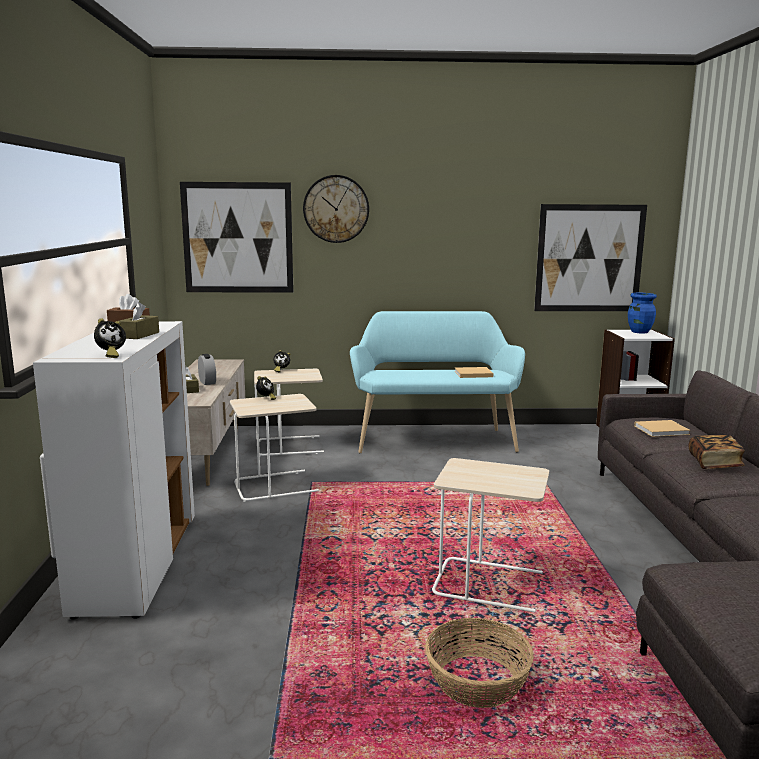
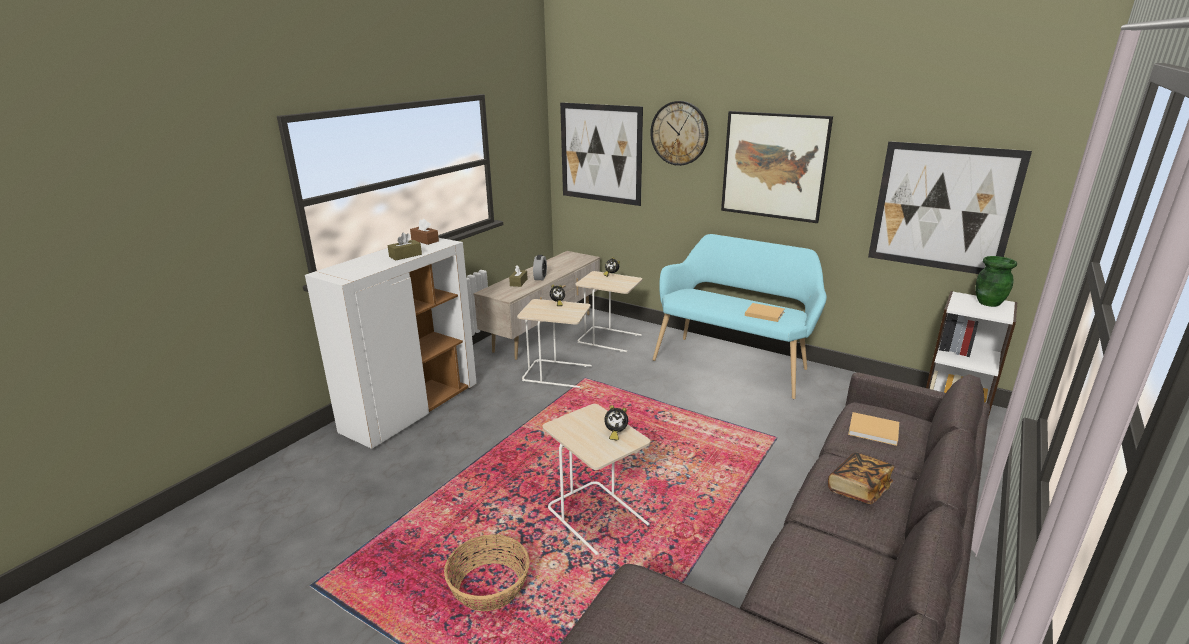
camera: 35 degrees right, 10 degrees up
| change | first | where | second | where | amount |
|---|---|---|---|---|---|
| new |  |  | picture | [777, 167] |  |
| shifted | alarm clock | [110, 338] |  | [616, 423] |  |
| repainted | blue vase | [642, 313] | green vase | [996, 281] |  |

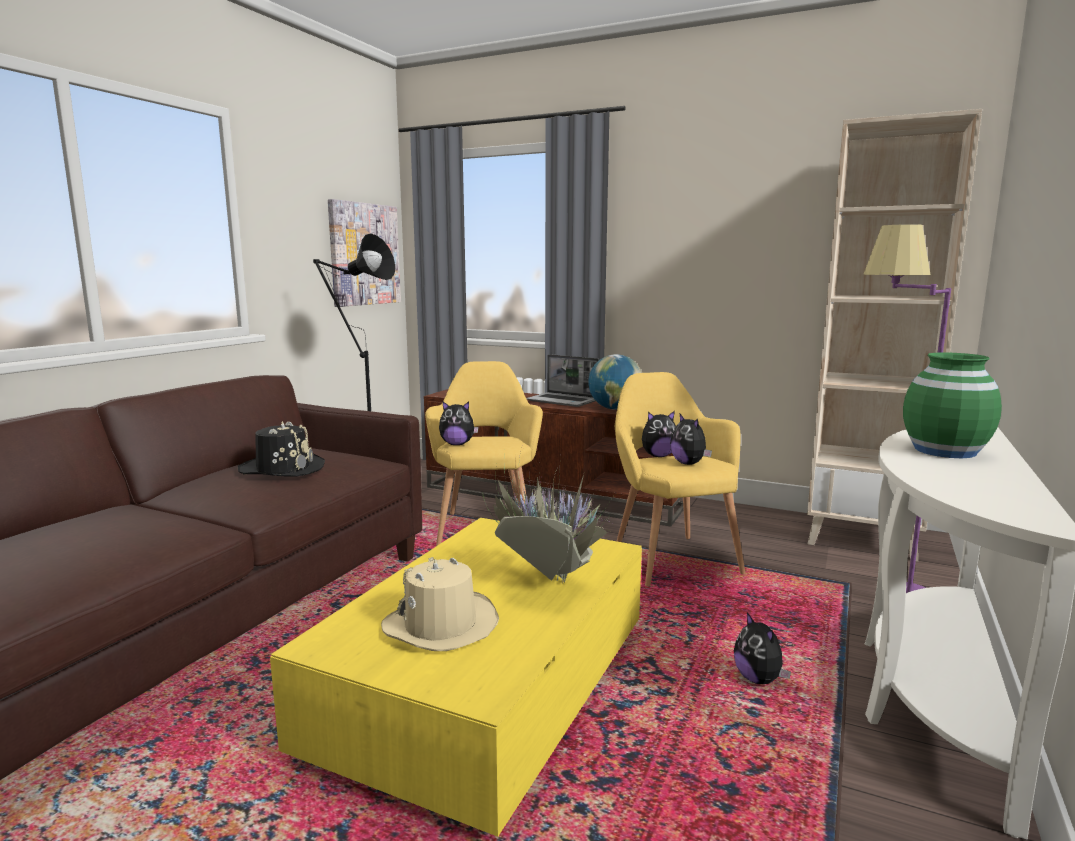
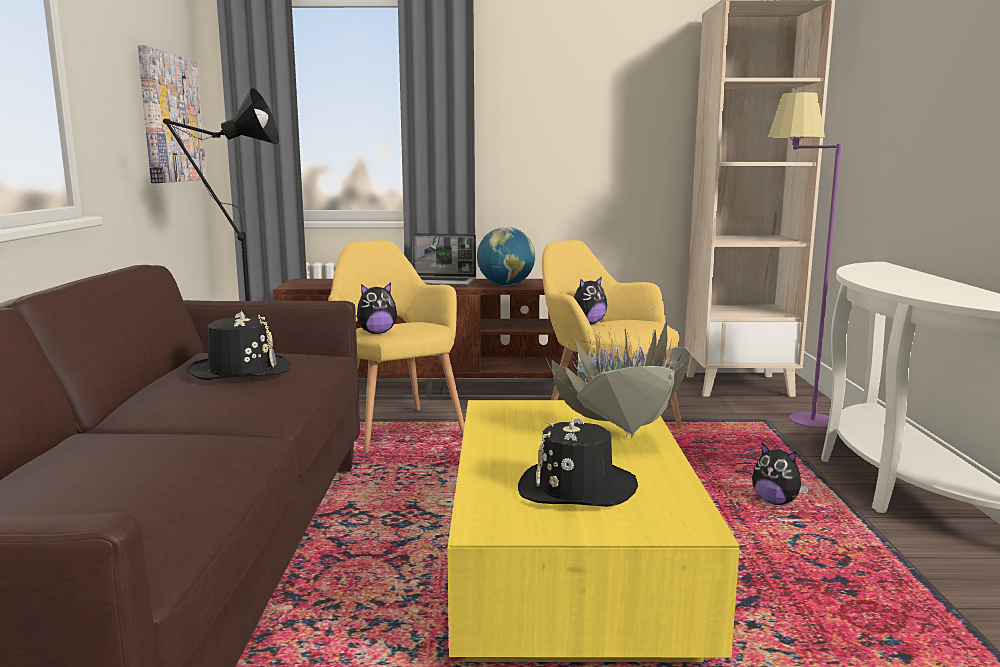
camera: 25 degrees left, 0 degrees up
| change | first | where | second | where | amount |
|---|---|---|---|---|---|
| gone | plush toy | [691, 439] |  |  |  |
| gone | green vase | [952, 405] |  |  |  |
| repainted | beige hat | [440, 604] | black hat | [578, 462] |  |

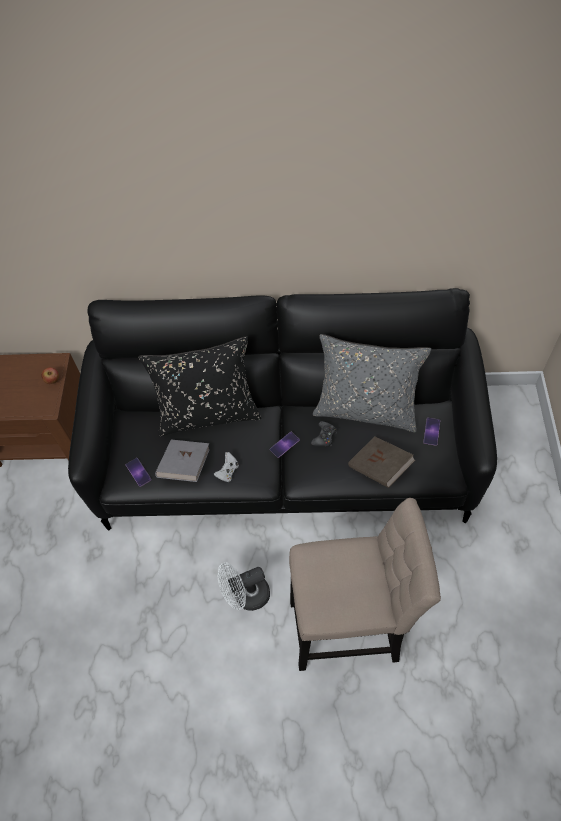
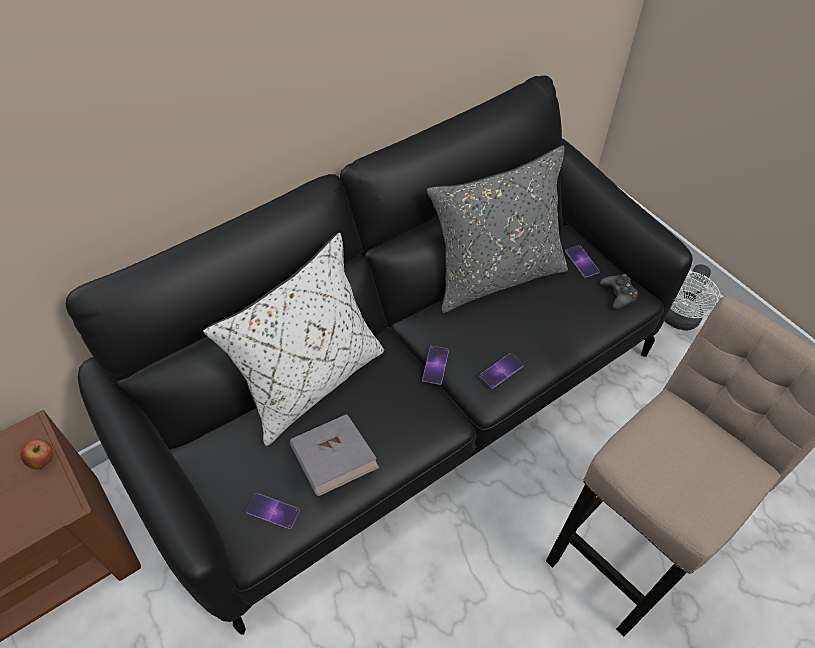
camera: 40 degrees left, 5 degrees down
| change | first | where | second | where | amount |
|---|---|---|---|---|---|
| gone | white game controller | [226, 467] |  |  |  |
| gone | brown book | [381, 462] |  |  |  |
| new |  |  | phone | [502, 371] |  |
| shifted | white fan | [244, 586] |  | [692, 297] |  |
| shifted | black game controller | [324, 434] |  | [619, 291] |  |
| repainted | black pillow | [199, 386] | white pillow | [293, 339] |  |

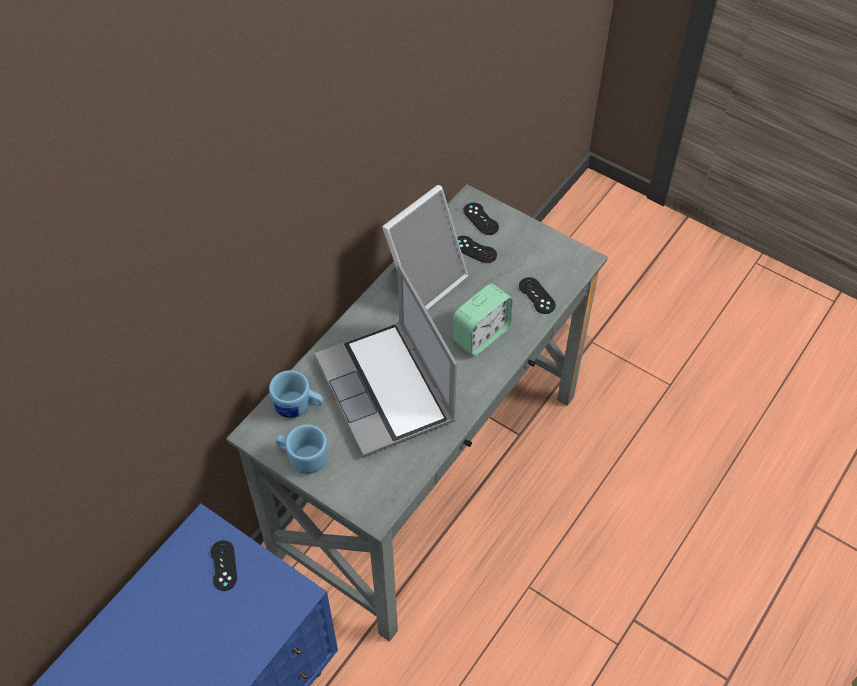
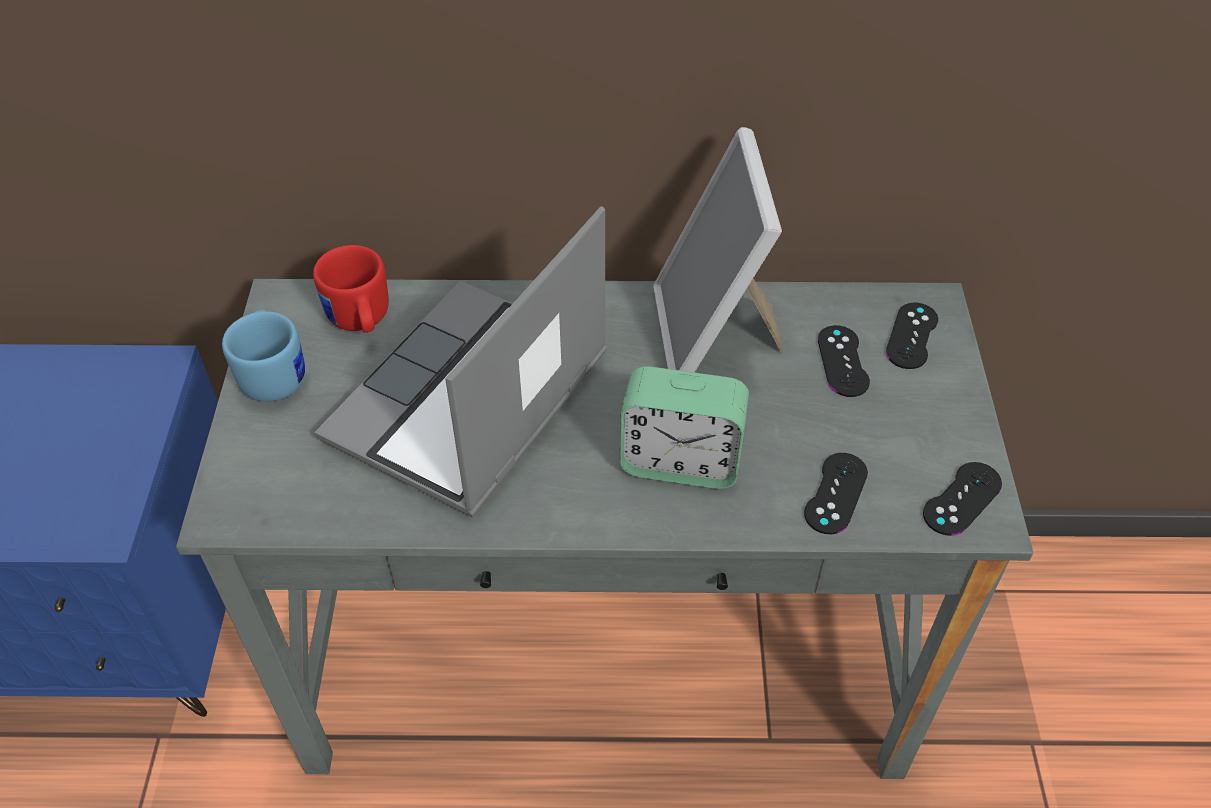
camera: 55 degrees right, 5 degrees down
| change | first | where | second | where | amount |
|---|---|---|---|---|---|
| shifted | black game controller | [223, 565] |  | [962, 499] |  |
| repainted | blue mug | [296, 394] | red mug | [351, 289] |  |
| rotated | picture frame | [425, 247] |  | [718, 249] | 75 degrees clockwise |

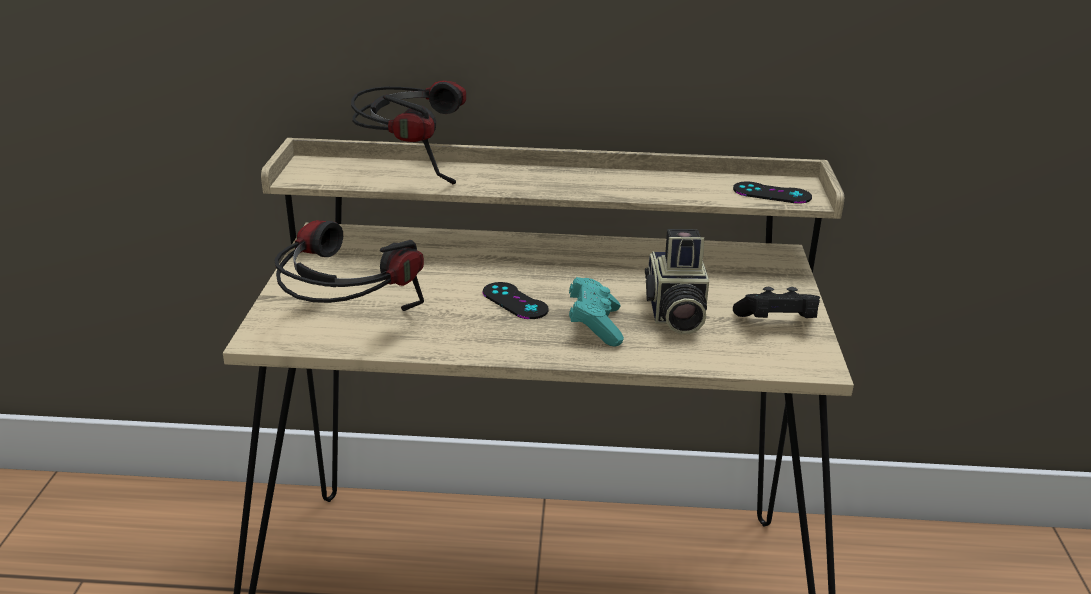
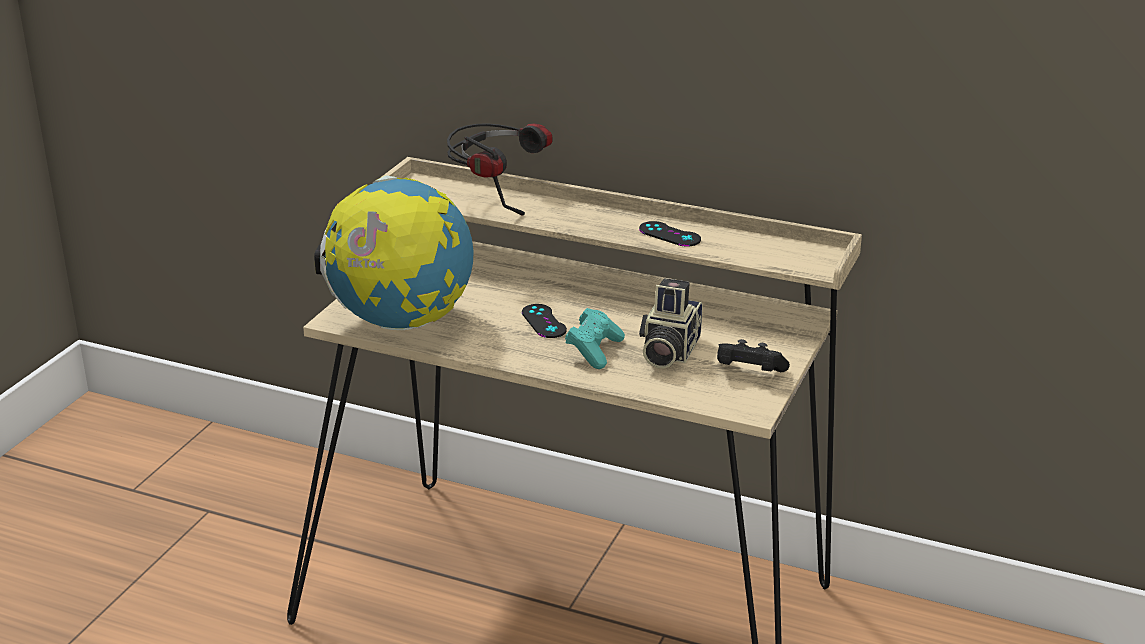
camera: 20 degrees right, 0 degrees up
| change | first | where | second | where | amount |
|---|---|---|---|---|---|
| shifted | black game controller | [772, 192] |  | [670, 234] |  |
| swapped | headphones | [349, 265] | globe | [394, 252] |  |

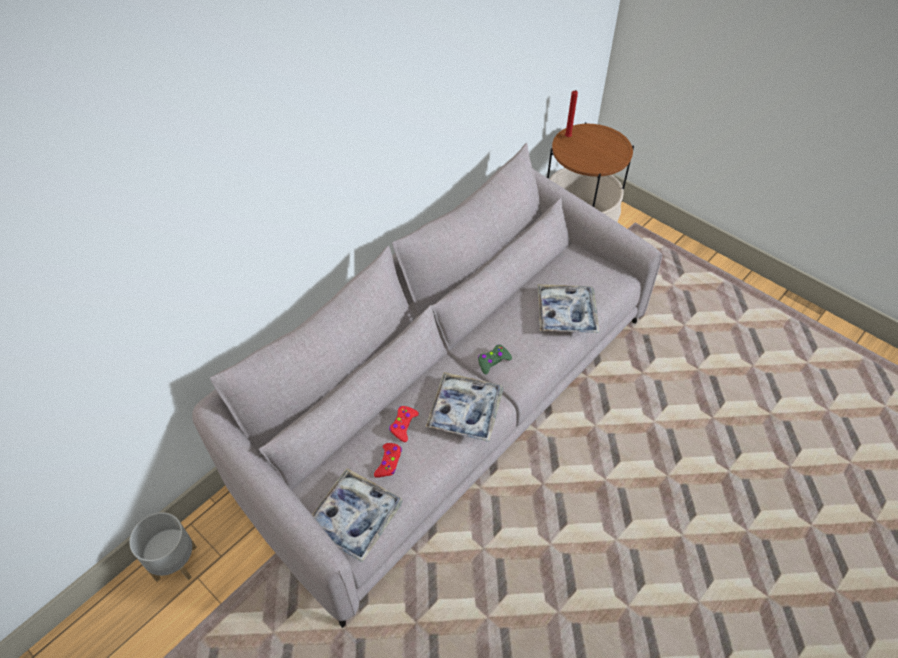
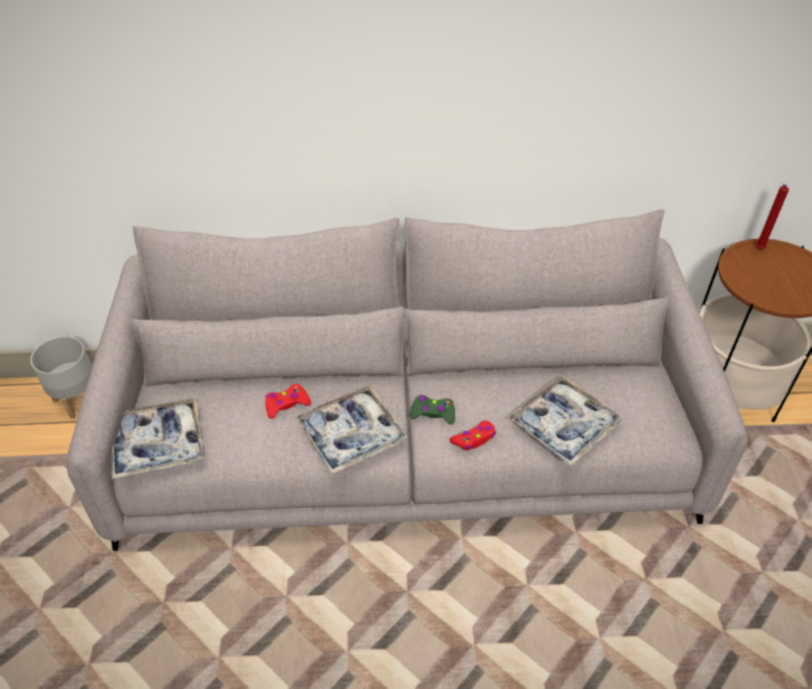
camera: 45 degrees right, 5 degrees down
| change | first | where | second | where | amount |
|---|---|---|---|---|---|
| shifted | red game controller | [388, 460] |  | [473, 435] |  |

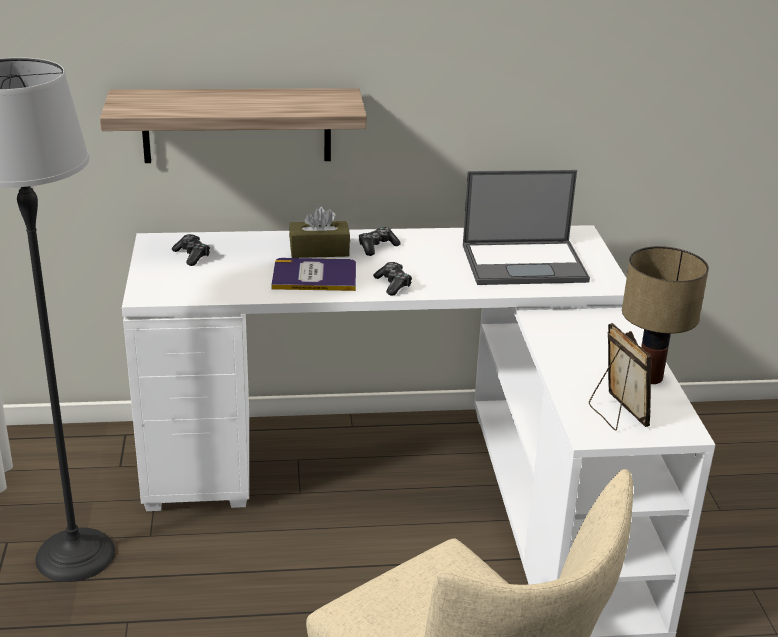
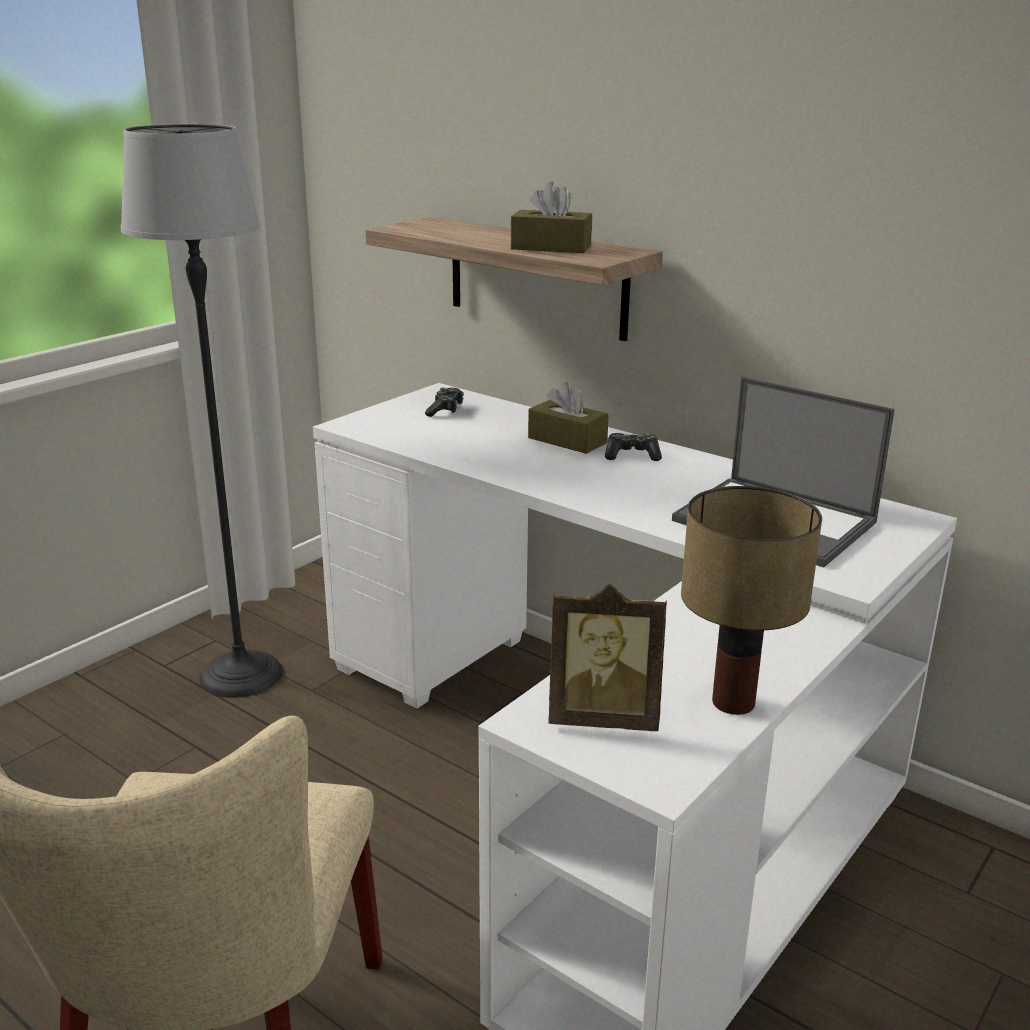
camera: 45 degrees right, 5 degrees down
| change | first | where | second | where | amount |
|---|---|---|---|---|---|
| gone | book | [314, 274] |  |  |  |
| gone | game controller | [392, 279] |  |  |  |
| new |  |  | brown tissue box | [551, 217] |  |
| rotated | picture frame | [620, 377] |  | [607, 657] | 75 degrees clockwise |

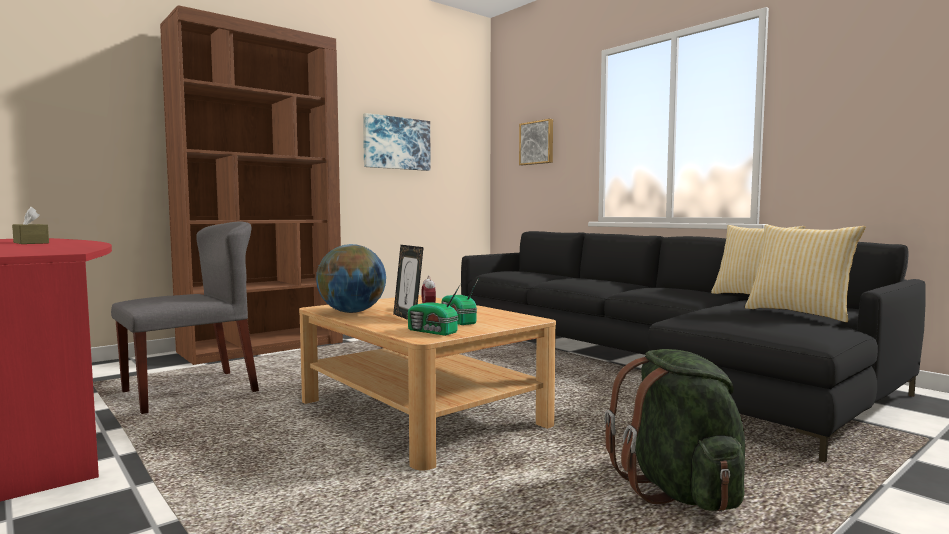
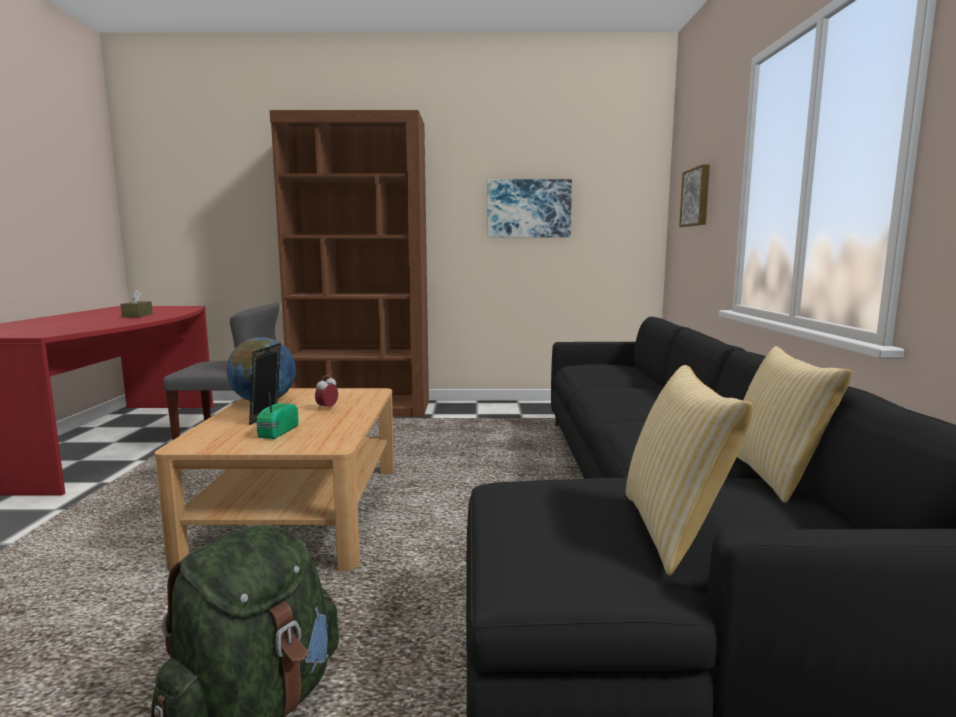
camera: 40 degrees right, 5 degrees up
| change | first | where | second | where | amount |
|---|---|---|---|---|---|
| gone | radio | [434, 310] |  |  |  |

